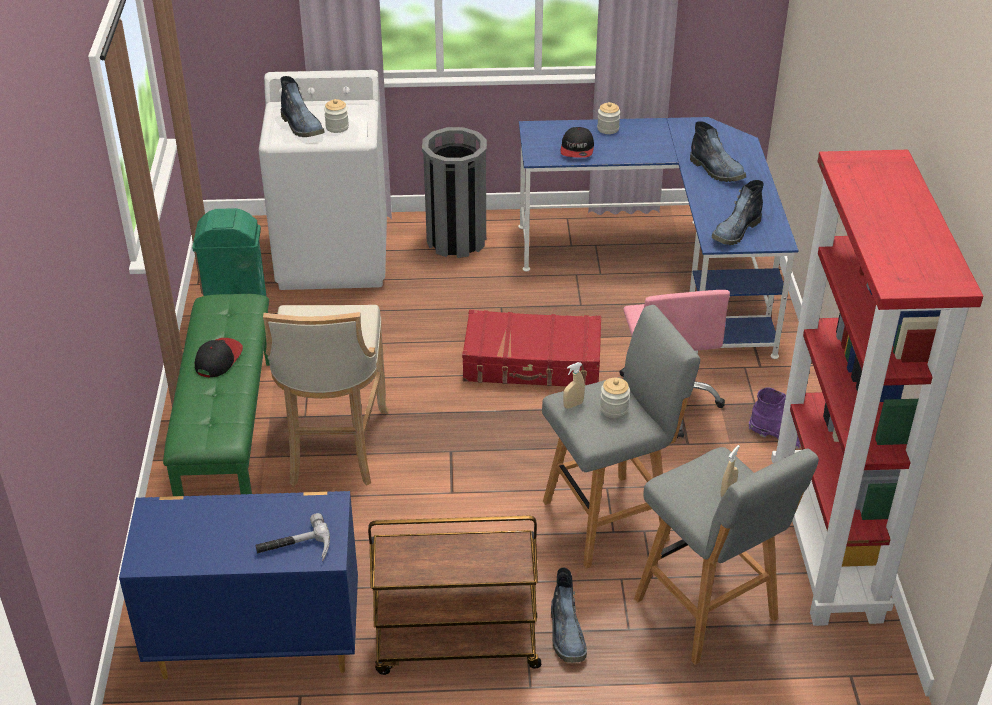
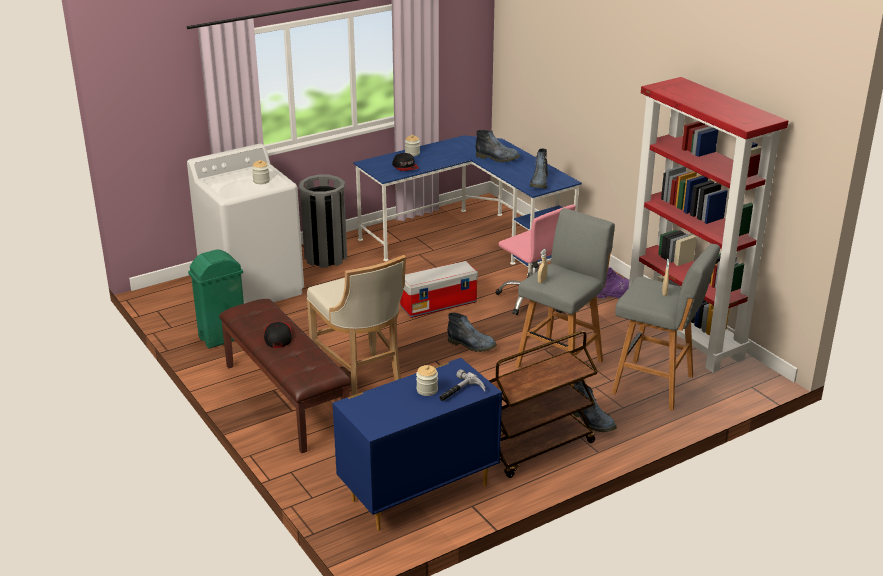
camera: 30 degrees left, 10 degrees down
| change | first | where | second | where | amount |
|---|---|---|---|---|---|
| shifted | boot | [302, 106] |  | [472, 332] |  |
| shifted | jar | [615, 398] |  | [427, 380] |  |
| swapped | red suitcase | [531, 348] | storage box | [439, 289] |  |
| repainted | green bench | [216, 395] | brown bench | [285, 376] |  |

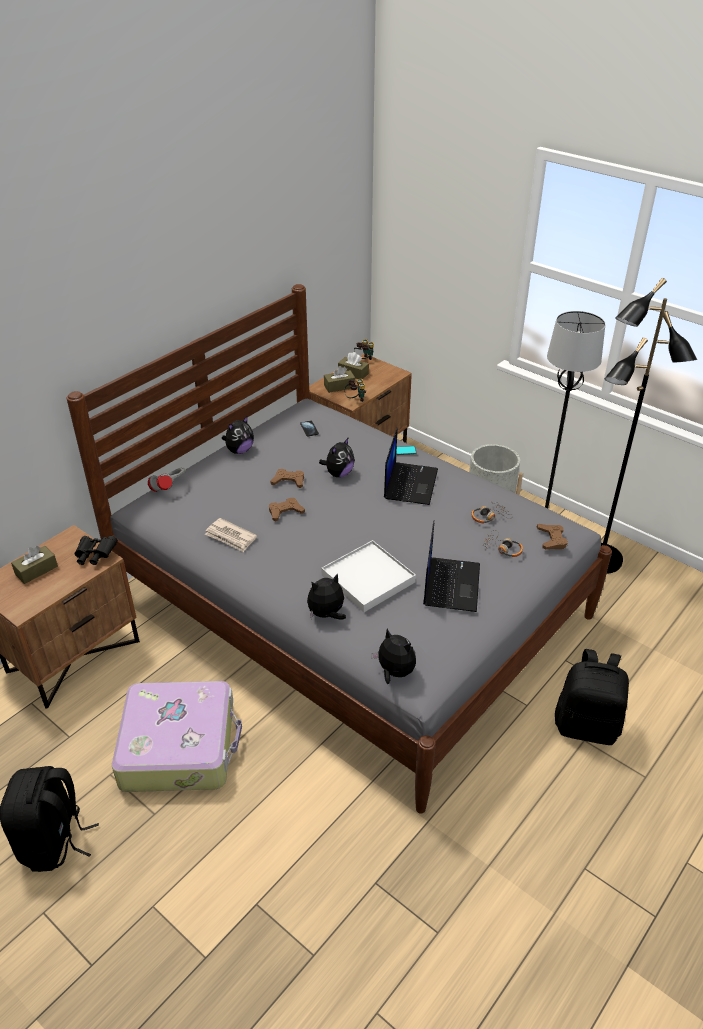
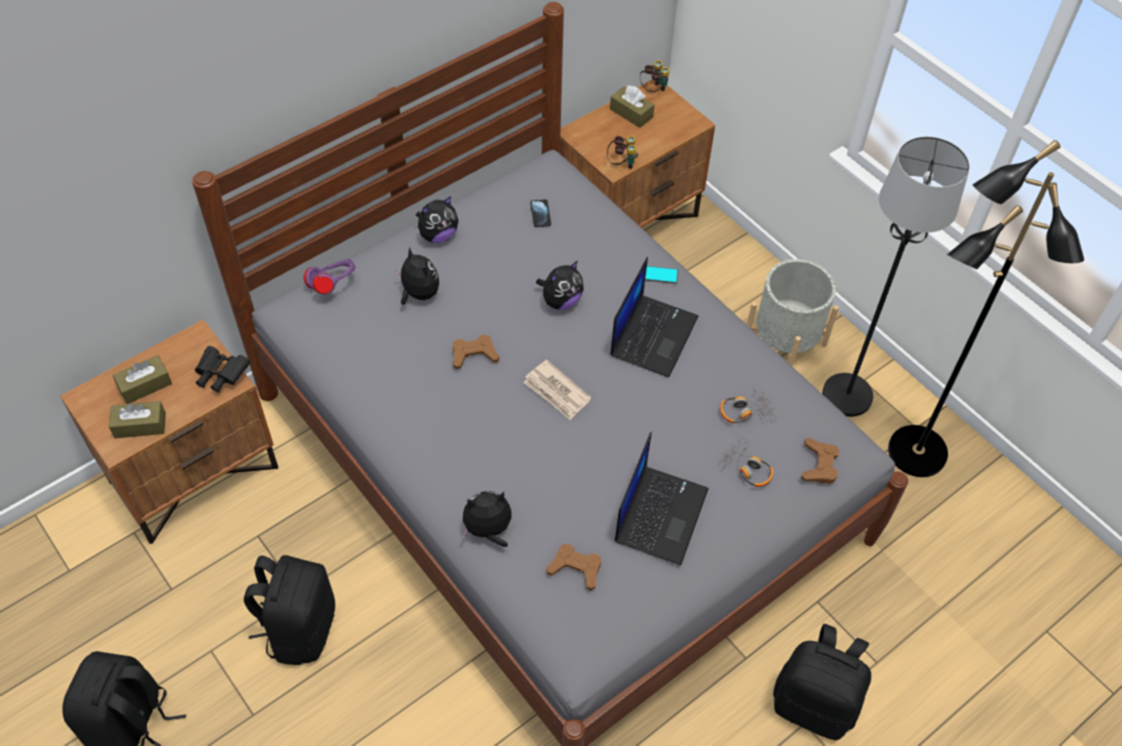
camera: 10 degrees right, 15 degrees up
| change | first | where | second | where | amount |
|---|---|---|---|---|---|
| gone | white tray | [368, 576] |  |  |  |
| shifted | newspaper | [231, 535] |  | [557, 390] |  |
| shifted | brown game controller | [287, 478] |  | [573, 567] |  |
| shifted | brown tissue box | [339, 379] |  | [137, 419] |  |
| shifted | plush toy | [393, 656] |  | [417, 276] |  |
| swapped | suitcase | [177, 736] | black backpack | [289, 610] |  |
| repainted | grey headphones | [167, 479] | purple headphones | [329, 276] |  |

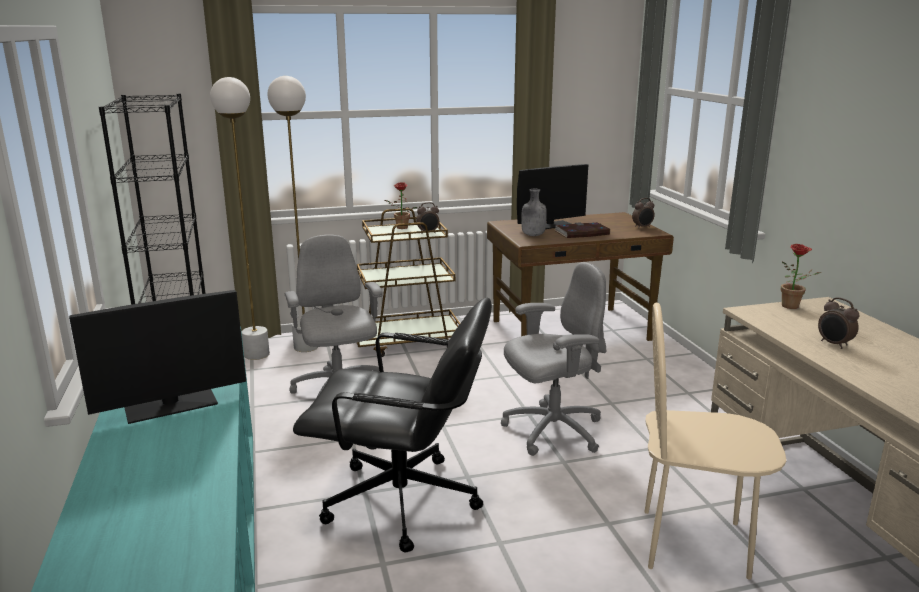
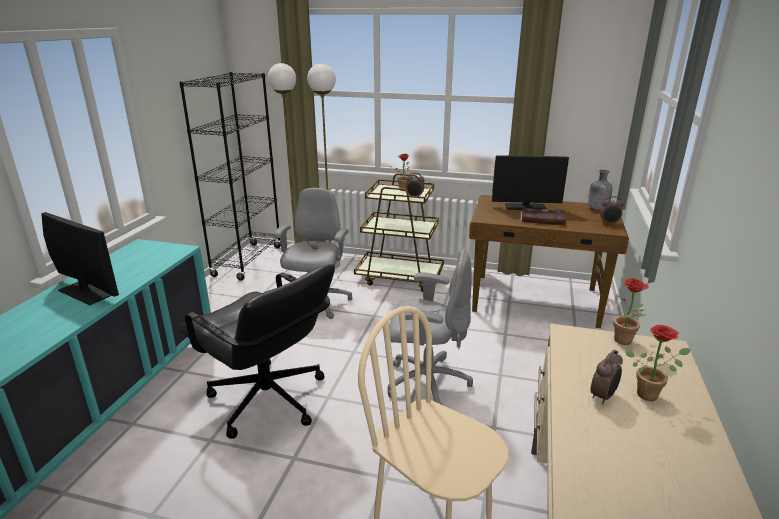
camera: 30 degrees right, 5 degrees up
| change | first | where | second | where | amount |
|---|---|---|---|---|---|
| new |  |  | potted plant | [657, 363] |  |
| shifted | grey bottle | [534, 212] |  | [600, 190] |  |
| rotated | monitor | [157, 357] |  | [80, 258] | 150 degrees counterclockwise |
| rotated | alarm clock | [838, 323] |  | [607, 377] | 135 degrees counterclockwise |

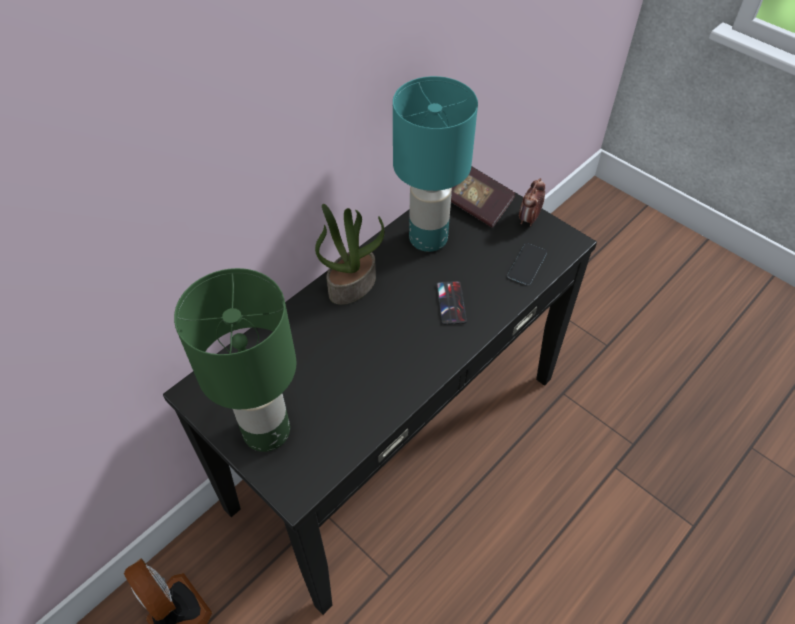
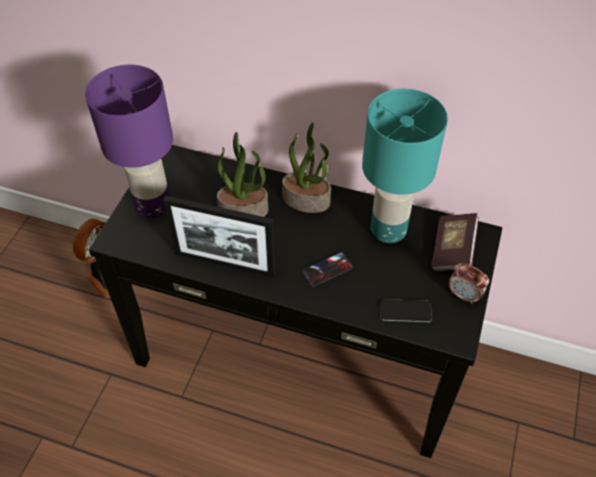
camera: 65 degrees right, 0 degrees up
| change | first | where | second | where | amount |
|---|---|---|---|---|---|
| new |  |  | picture frame | [219, 236] |  |
| new |  |  | potted plant | [242, 174] |  |
| repainted | green table lamp | [235, 360] | purple table lamp | [129, 141] |  |
| rotated | alarm clock | [532, 202] |  | [468, 283] | 150 degrees counterclockwise |

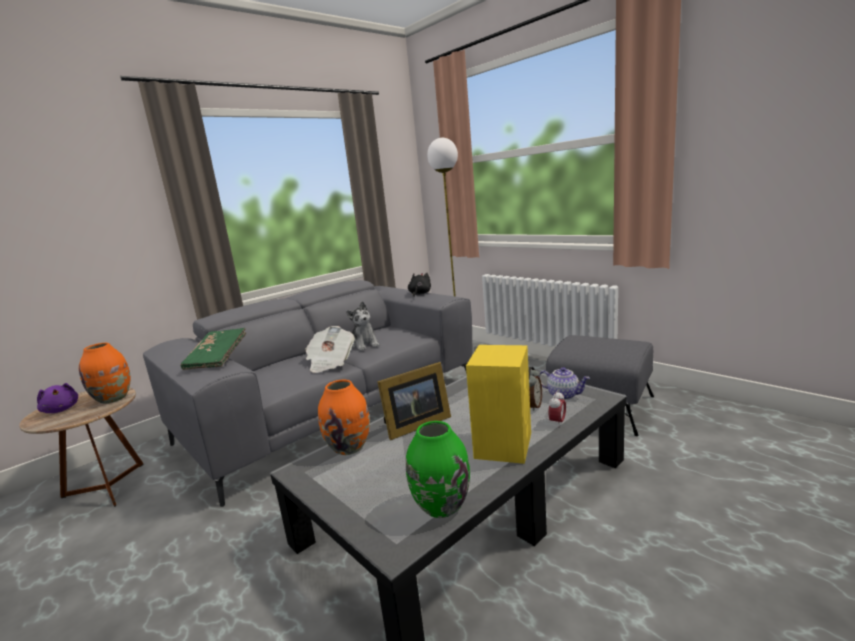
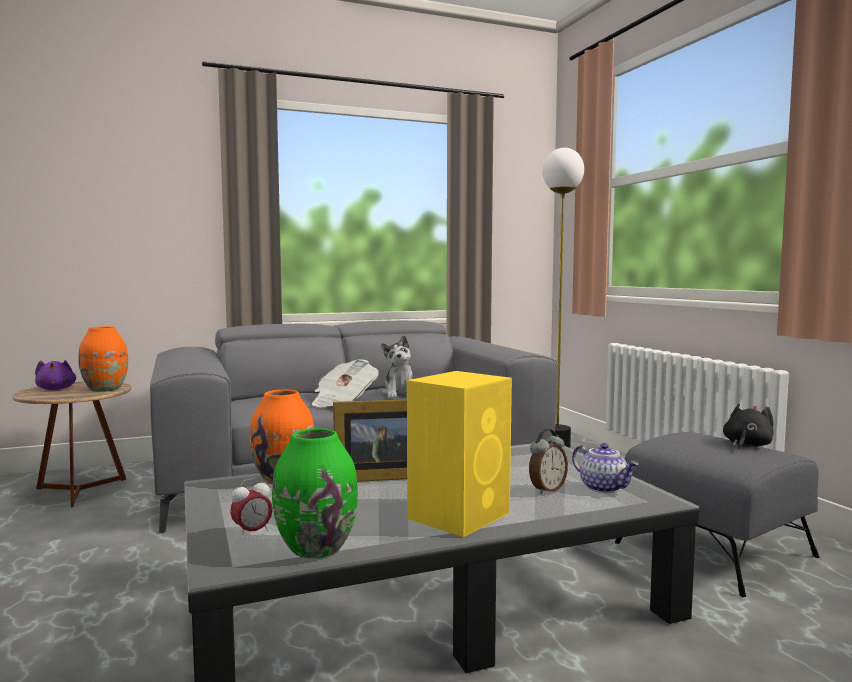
camera: 20 degrees right, 10 degrees down
| change | first | where | second | where | amount |
|---|---|---|---|---|---|
| gone | green book | [213, 349] |  |  |  |
| shifted | black plush toy | [419, 284] |  | [748, 427] |  |
| shifted | alarm clock | [557, 407] |  | [251, 508] |  |

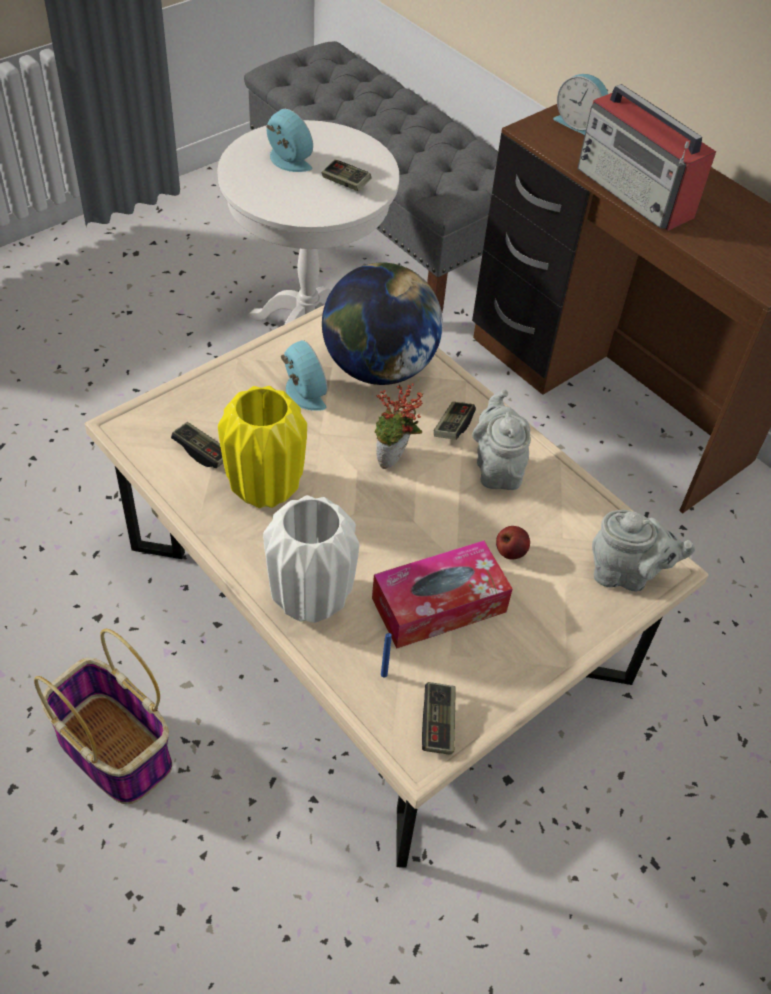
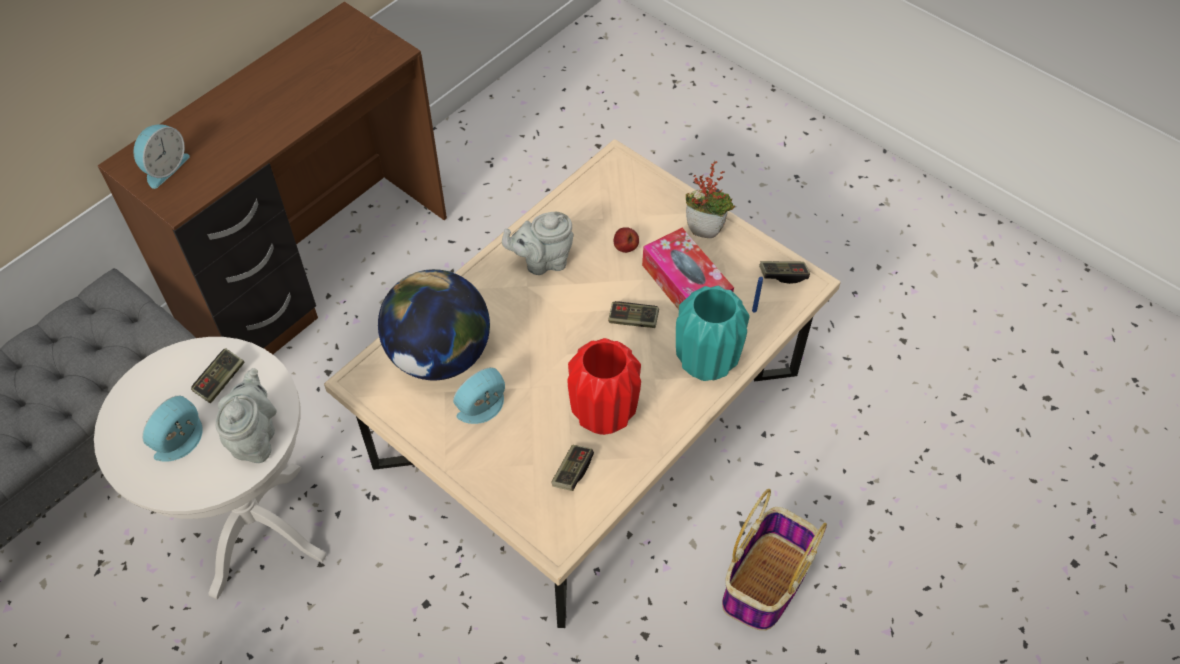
camera: 95 degrees left, 5 degrees up
| change | first | where | second | where | amount |
|---|---|---|---|---|---|
| gone | radio | [646, 157] |  |  |  |
| shifted | potted plant | [398, 426] |  | [710, 199] |  |
| shifted | game controller | [455, 421] |  | [633, 314] |  |
| shifted | grey teapot | [643, 551] |  | [246, 415] |  |
| repainted | yellow vase | [262, 447] | red vase | [604, 386] |  |
| repainted | white vase | [311, 559] | turquoise vase | [713, 333] |  |

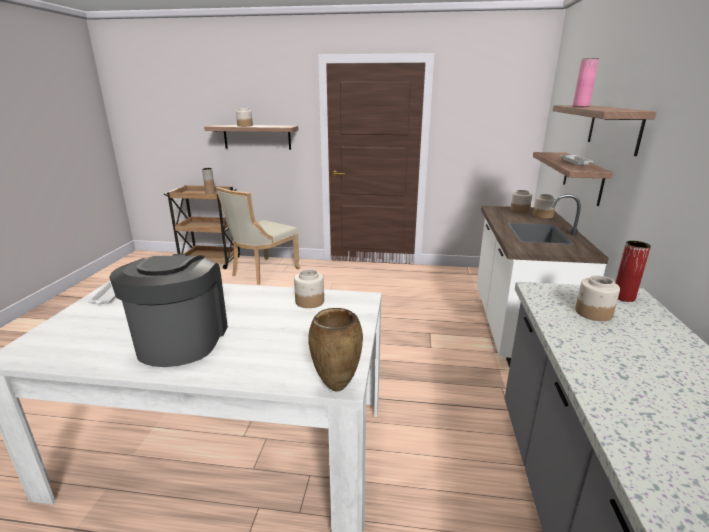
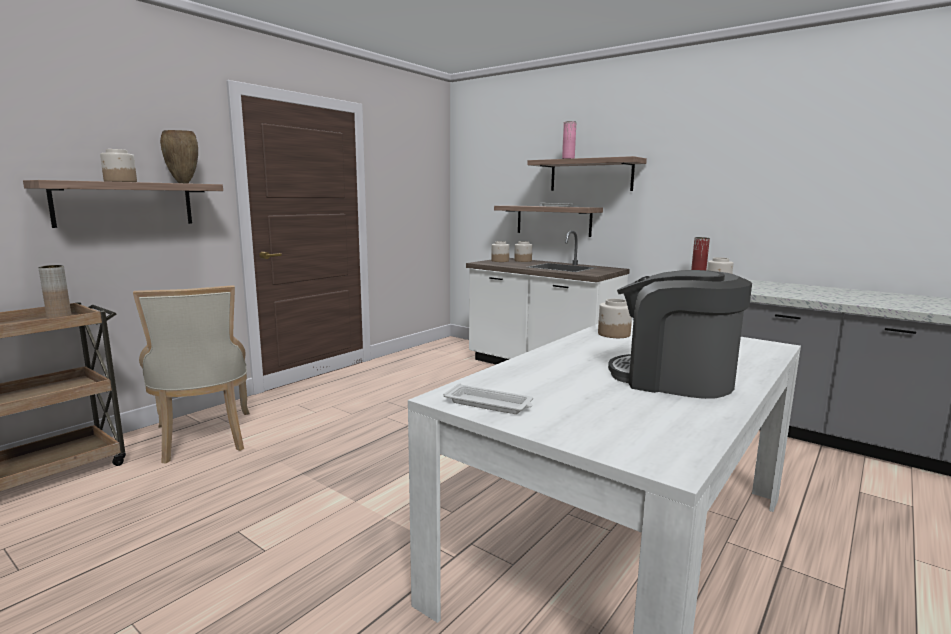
camera: 60 degrees left, 10 degrees down
| change | first | where | second | where | amount |
|---|---|---|---|---|---|
| shifted | brown vase | [335, 350] |  | [179, 156] |  |

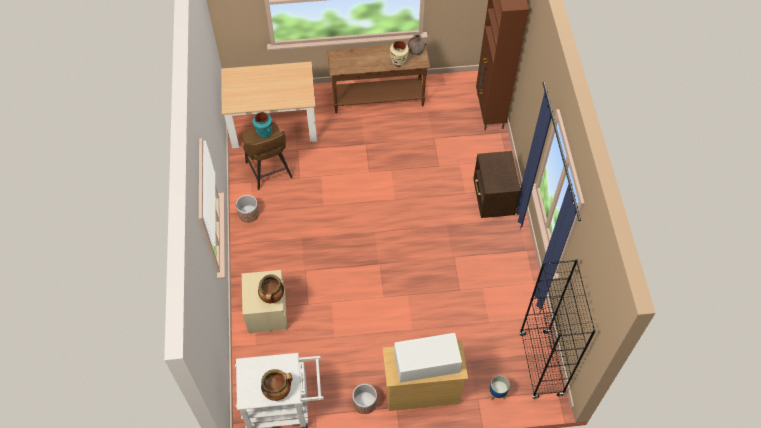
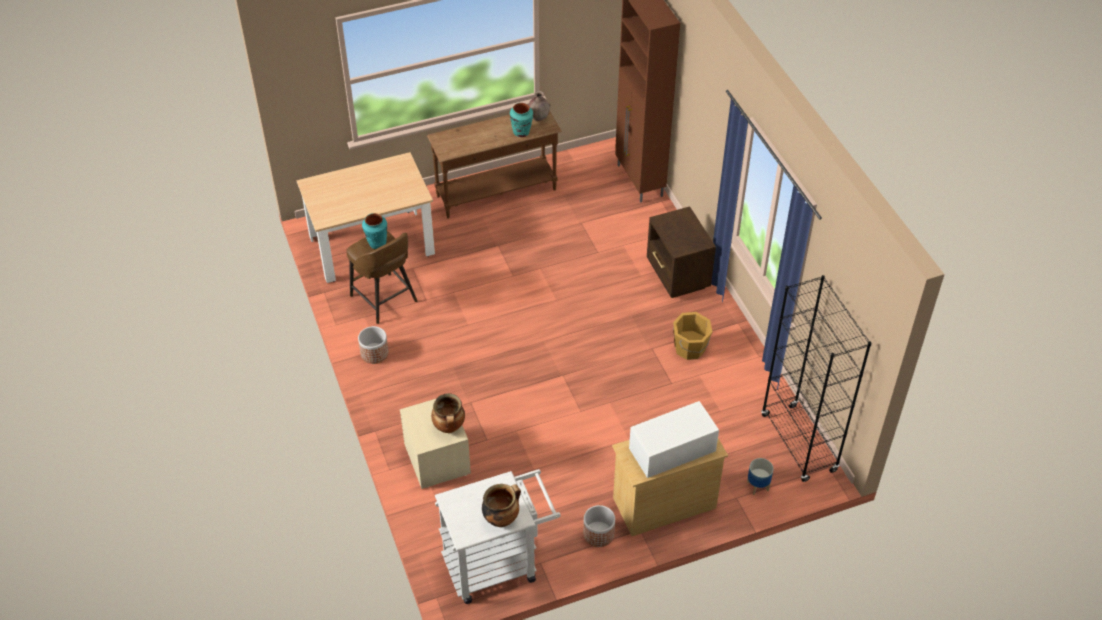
camera: 15 degrees left, 10 degrees down
| change | first | where | second | where | amount |
|---|---|---|---|---|---|
| new |  |  | orange bucket | [692, 336] |  |
| repainted | beige vase | [399, 54] | turquoise vase | [521, 120] |  |

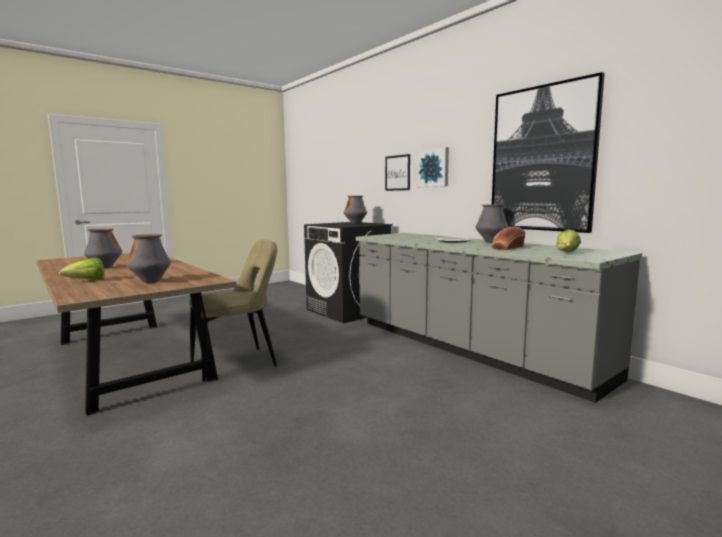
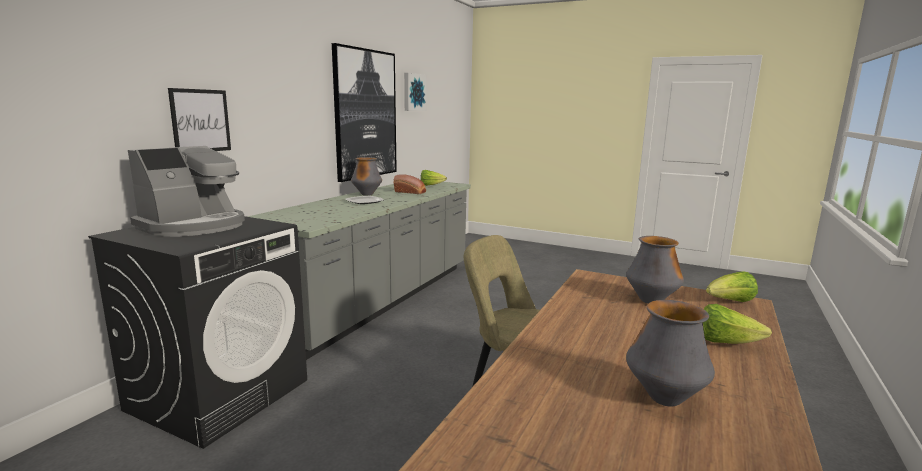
camera: 115 degrees left, 5 degrees up
| change | first | where | second | where | amount |
|---|---|---|---|---|---|
| new |  |  | lettuce | [732, 286] |  |
| shifted | picture | [433, 167] |  | [415, 92] |  |
| swapped | vase | [355, 210] | coffee machine | [186, 191] |  |

